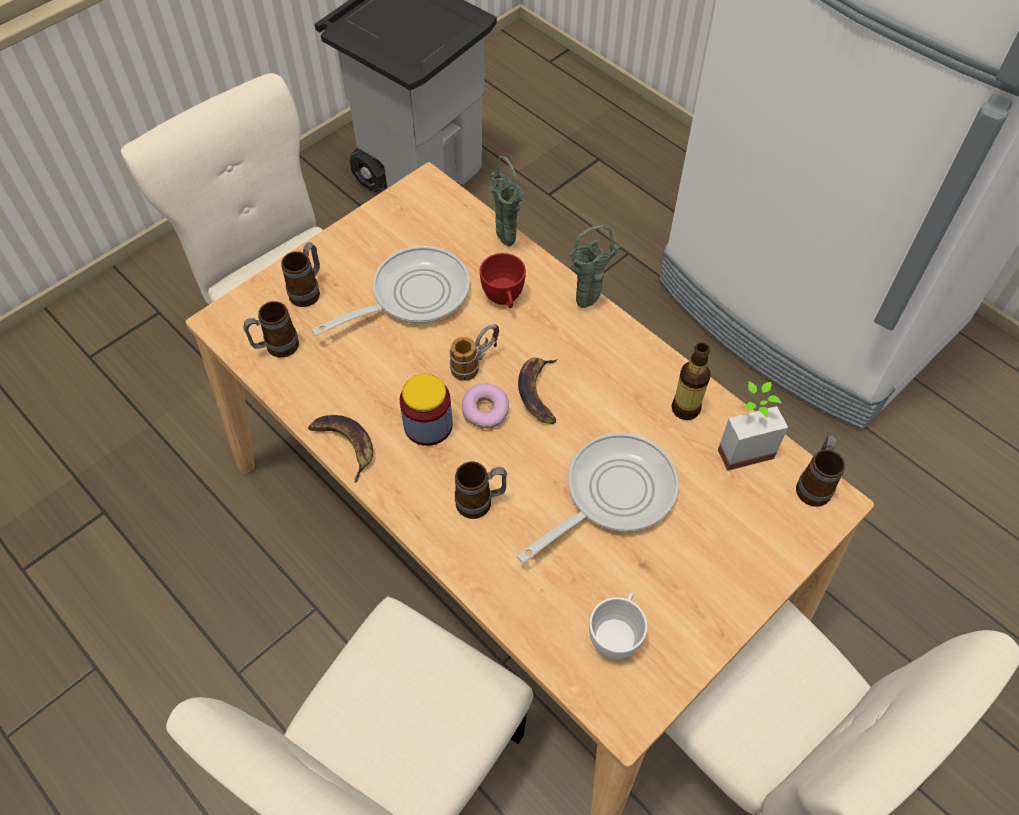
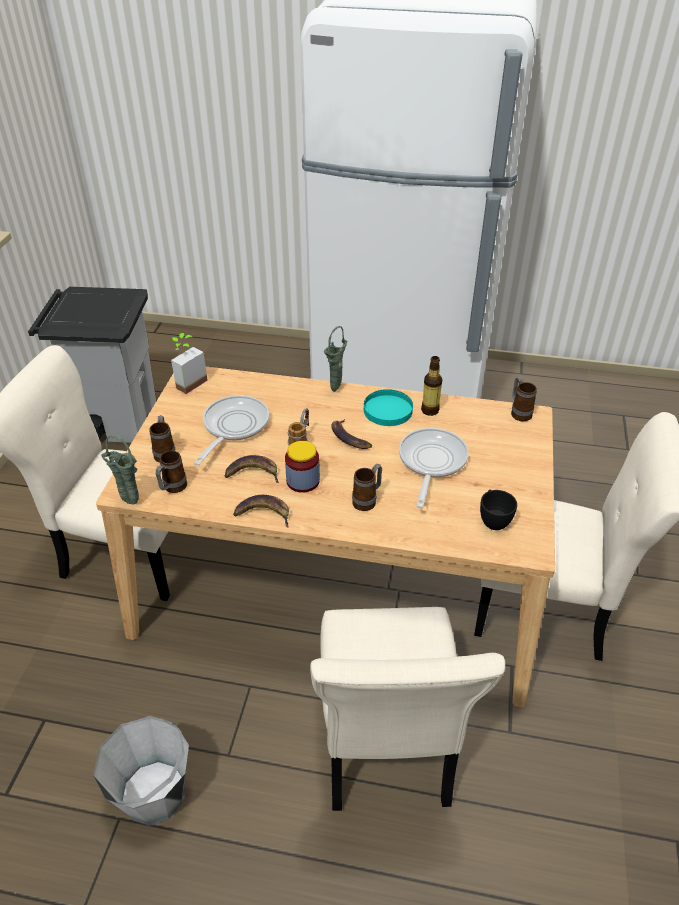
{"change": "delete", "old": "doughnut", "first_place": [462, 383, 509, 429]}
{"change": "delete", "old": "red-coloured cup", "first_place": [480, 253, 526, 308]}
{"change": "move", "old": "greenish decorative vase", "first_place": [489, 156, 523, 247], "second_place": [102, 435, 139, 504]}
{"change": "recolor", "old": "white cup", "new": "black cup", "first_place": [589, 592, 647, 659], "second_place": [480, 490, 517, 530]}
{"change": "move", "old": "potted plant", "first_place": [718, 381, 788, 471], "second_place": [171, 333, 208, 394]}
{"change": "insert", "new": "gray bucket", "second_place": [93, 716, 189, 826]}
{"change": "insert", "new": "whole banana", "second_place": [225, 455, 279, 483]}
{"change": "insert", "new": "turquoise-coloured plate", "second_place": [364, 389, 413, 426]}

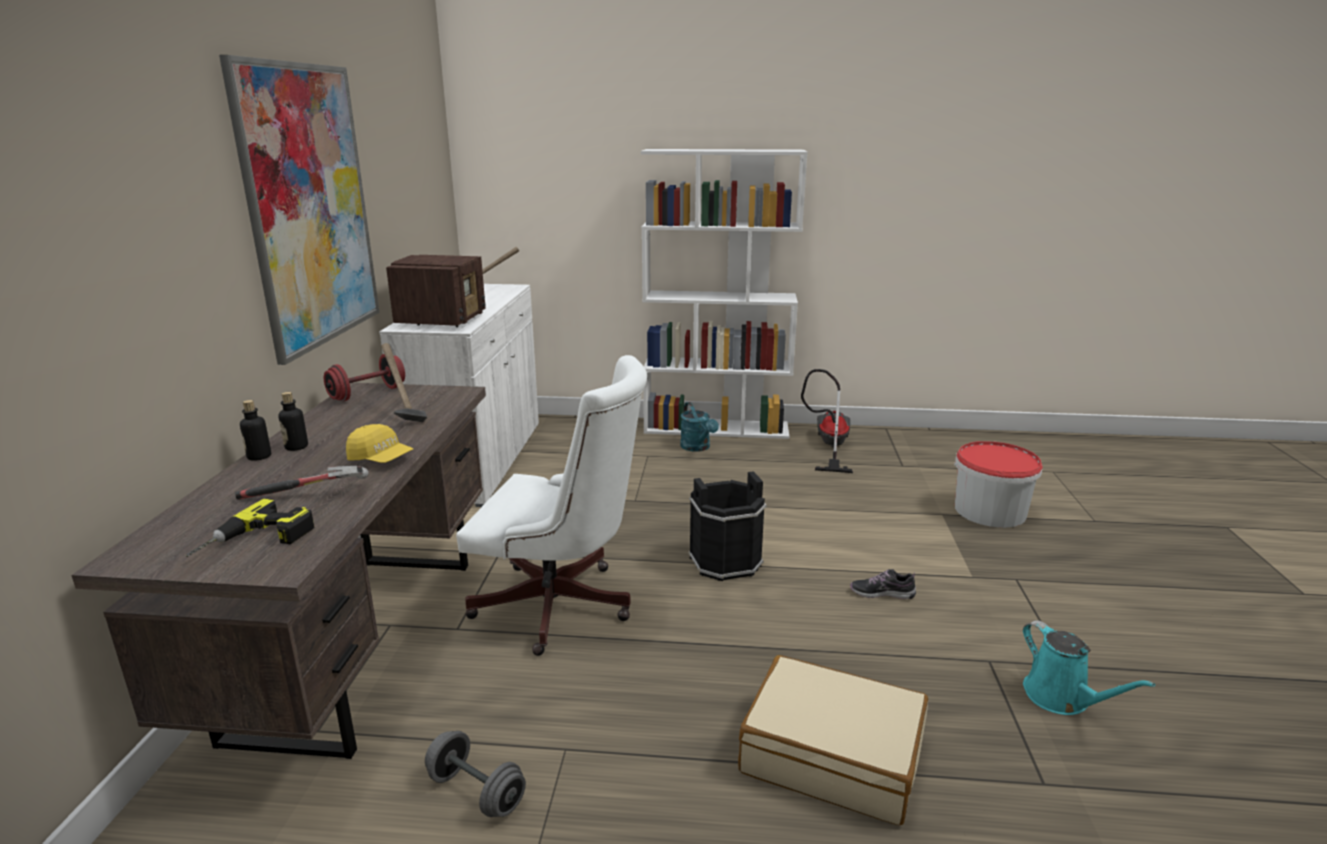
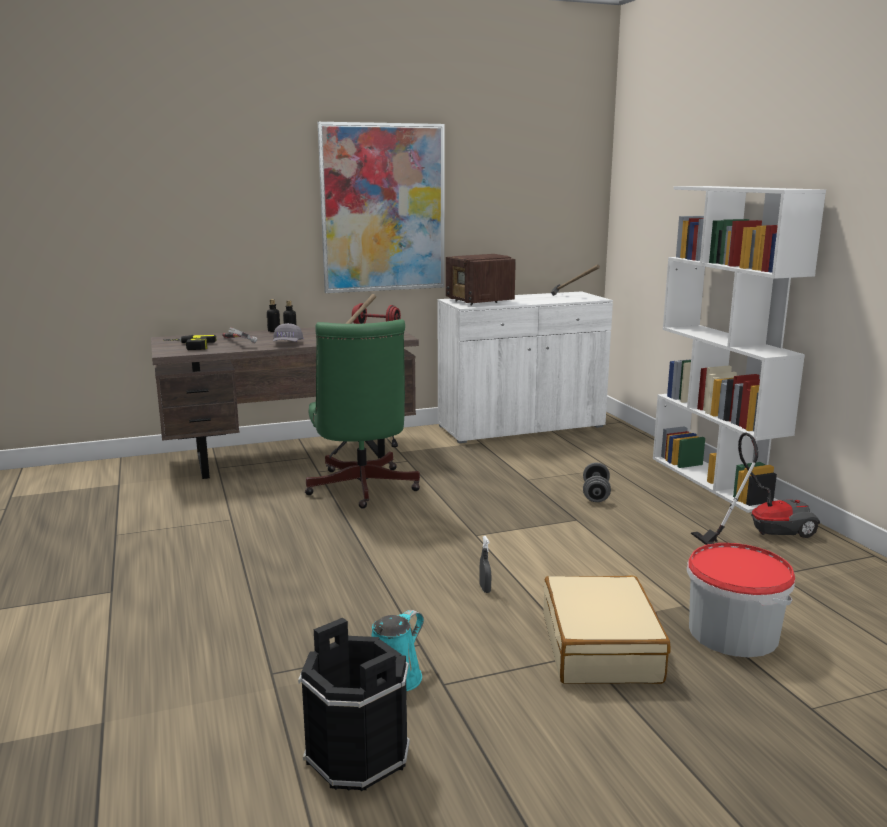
{"change": "recolor", "old": "yellow peaked cap", "new": "gray peaked cap", "first_place": [346, 424, 413, 463], "second_place": [273, 323, 303, 342]}
{"change": "rotate", "old": "radio set", "first_place": [386, 255, 486, 327], "second_place": [446, 254, 516, 306], "degrees": 75}
{"change": "move", "old": "gray dumbbell", "first_place": [425, 731, 526, 817], "second_place": [583, 463, 611, 502]}
{"change": "recolor", "old": "white office chair", "new": "greenish office chair", "first_place": [456, 355, 647, 656], "second_place": [305, 319, 420, 509]}
{"change": "delete", "old": "turquoise-coloured watering can", "first_place": [680, 402, 719, 452]}
{"change": "move", "old": "black bucket", "first_place": [689, 471, 766, 581], "second_place": [298, 618, 410, 791]}
{"change": "move", "old": "beige-coloured suitcase", "first_place": [738, 655, 928, 825], "second_place": [543, 575, 670, 684]}
{"change": "replace", "old": "low shoe", "new": "gray spray bottle", "first_place": [850, 569, 916, 599], "second_place": [479, 536, 491, 593]}

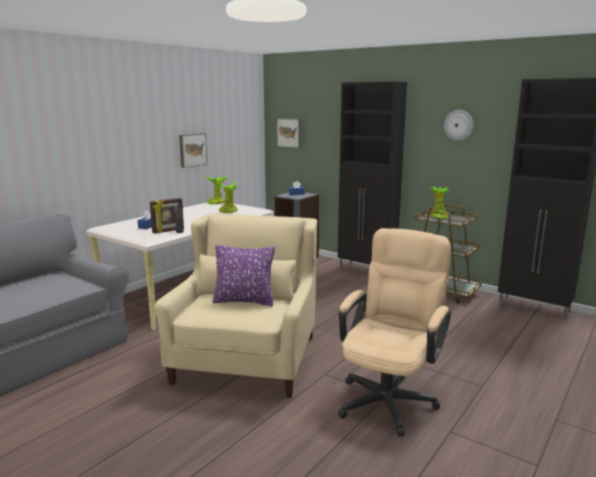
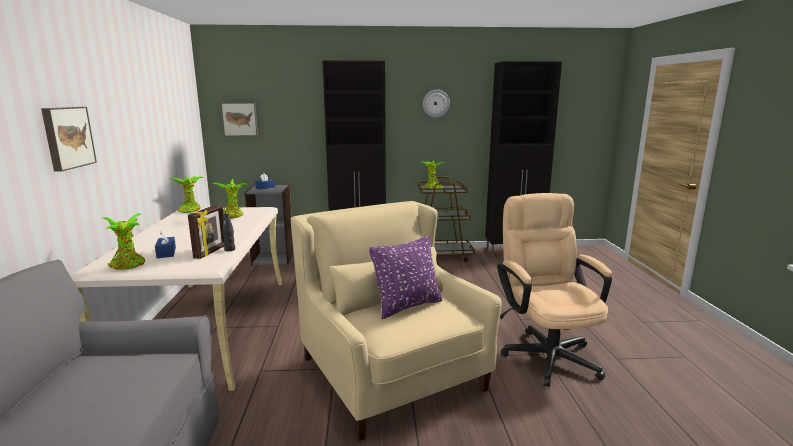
{"change": "move", "old": "wall picture", "first_place": [179, 133, 207, 168], "second_place": [41, 107, 97, 172]}
{"change": "insert", "new": "potted plant", "second_place": [102, 213, 145, 270]}

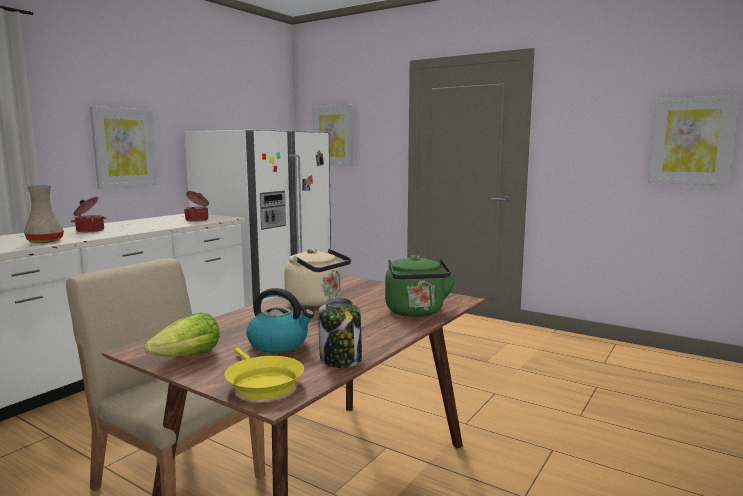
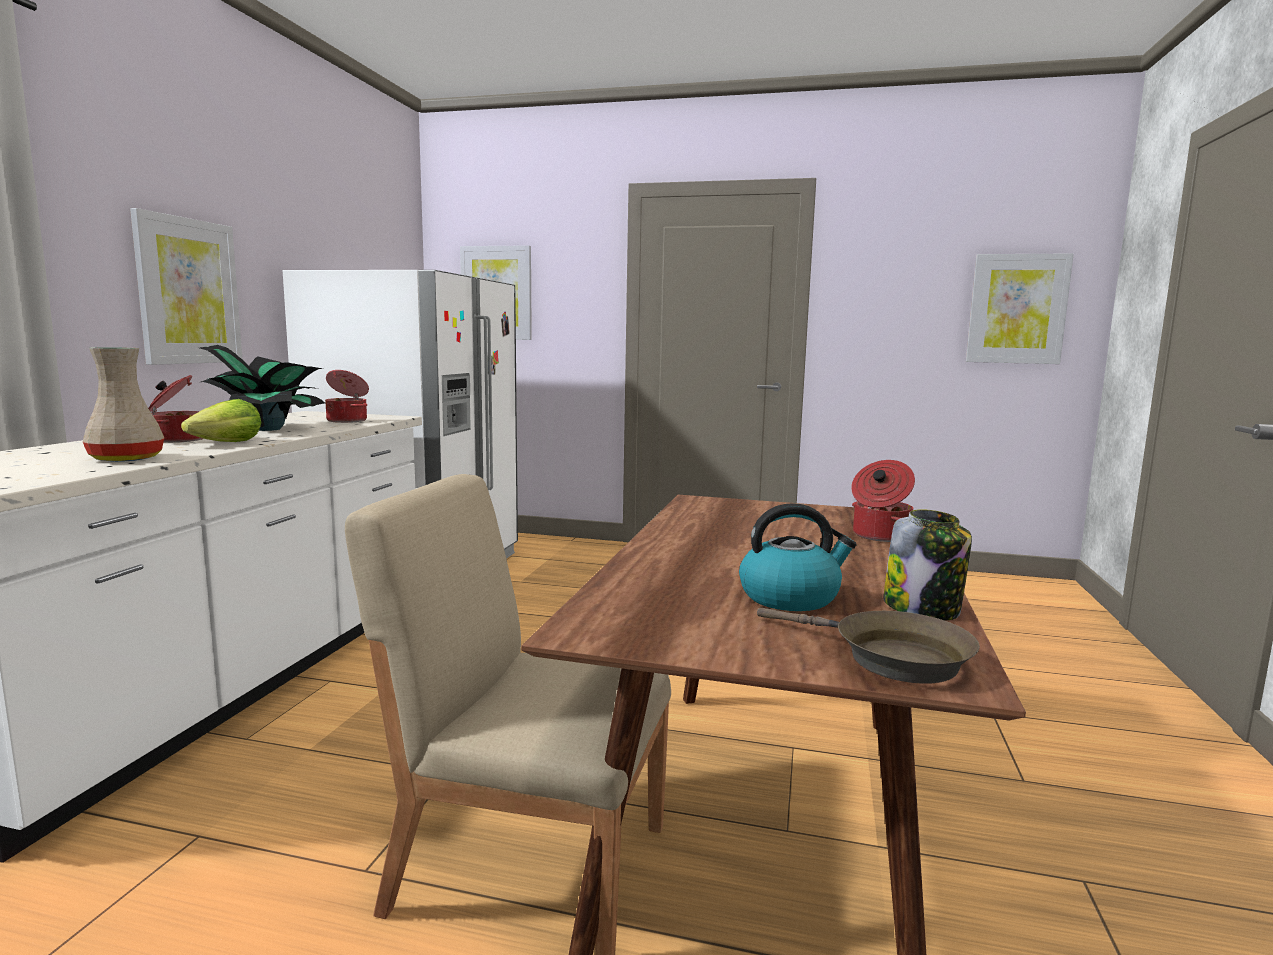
{"change": "move", "old": "lettuce", "first_place": [144, 312, 220, 357], "second_place": [181, 399, 261, 442]}
{"change": "recolor", "old": "yellow pan", "new": "brown pan", "first_place": [225, 348, 304, 399], "second_place": [757, 608, 980, 684]}
{"change": "delete", "old": "beige-coloured water kettle", "first_place": [284, 249, 351, 307]}
{"change": "replace", "old": "greenish water kettle", "new": "cooking pot", "first_place": [385, 255, 456, 317], "second_place": [851, 460, 915, 542]}
{"change": "insert", "new": "potted plant", "second_place": [200, 345, 325, 431]}

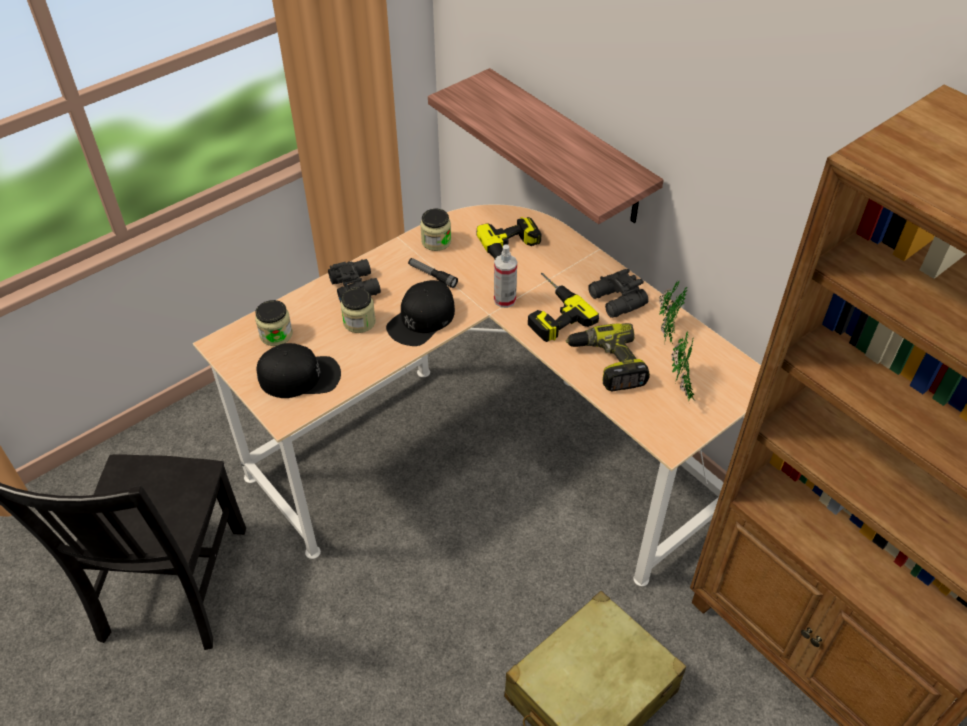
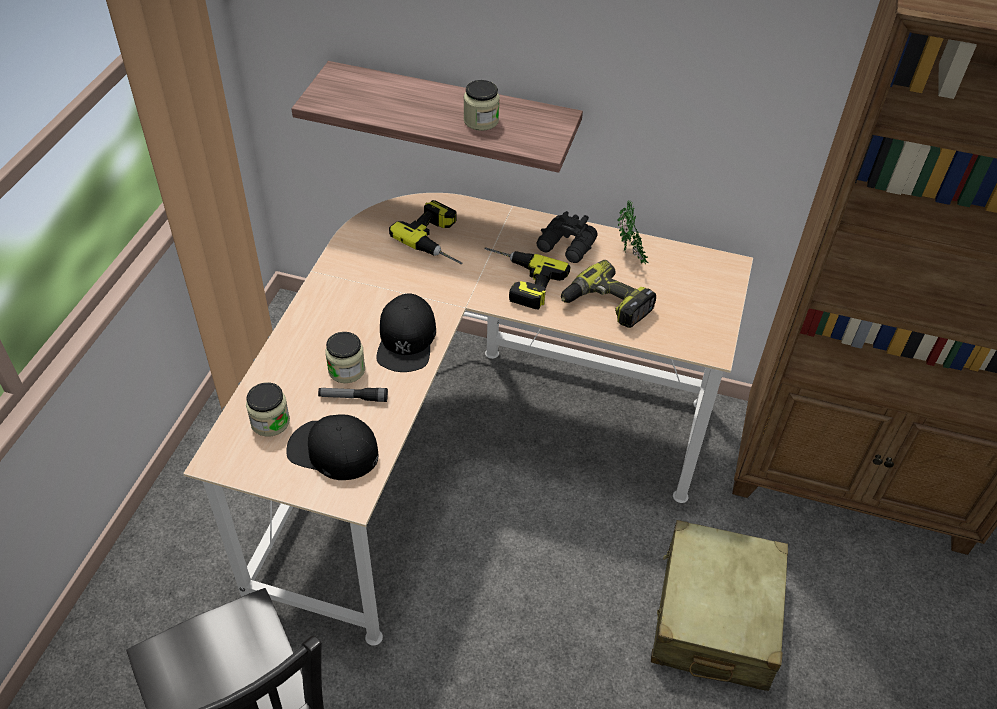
{"change": "rotate", "old": "black peaked cap", "first_place": [257, 343, 341, 398], "second_place": [286, 414, 379, 480], "degrees": -120}
{"change": "delete", "old": "black field glasses", "first_place": [328, 259, 381, 303]}
{"change": "move", "old": "flashlight", "first_place": [408, 258, 458, 288], "second_place": [318, 388, 388, 402]}
{"change": "move", "old": "storage jar", "first_place": [420, 209, 451, 251], "second_place": [464, 80, 500, 131]}
{"change": "delete", "old": "spray bottle", "first_place": [494, 244, 517, 308]}
{"change": "delete", "old": "potted plant", "first_place": [671, 331, 695, 404]}

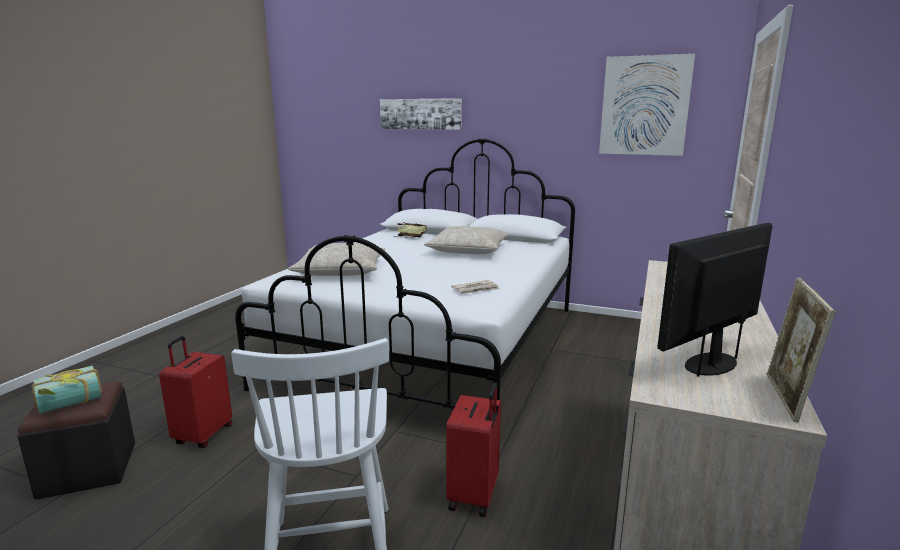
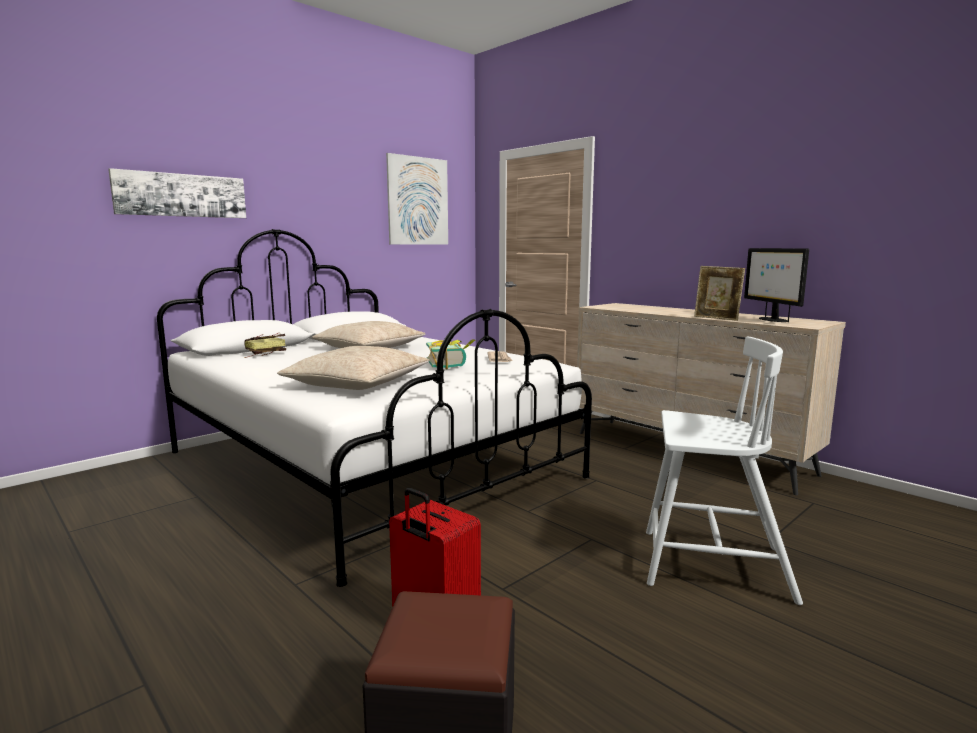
{"change": "move", "old": "book", "first_place": [31, 366, 102, 413], "second_place": [426, 339, 475, 370]}
{"change": "delete", "old": "red-coloured suitcase", "first_place": [446, 383, 501, 517]}
{"change": "move", "old": "picture frame", "first_place": [767, 278, 836, 422], "second_place": [694, 266, 745, 321]}

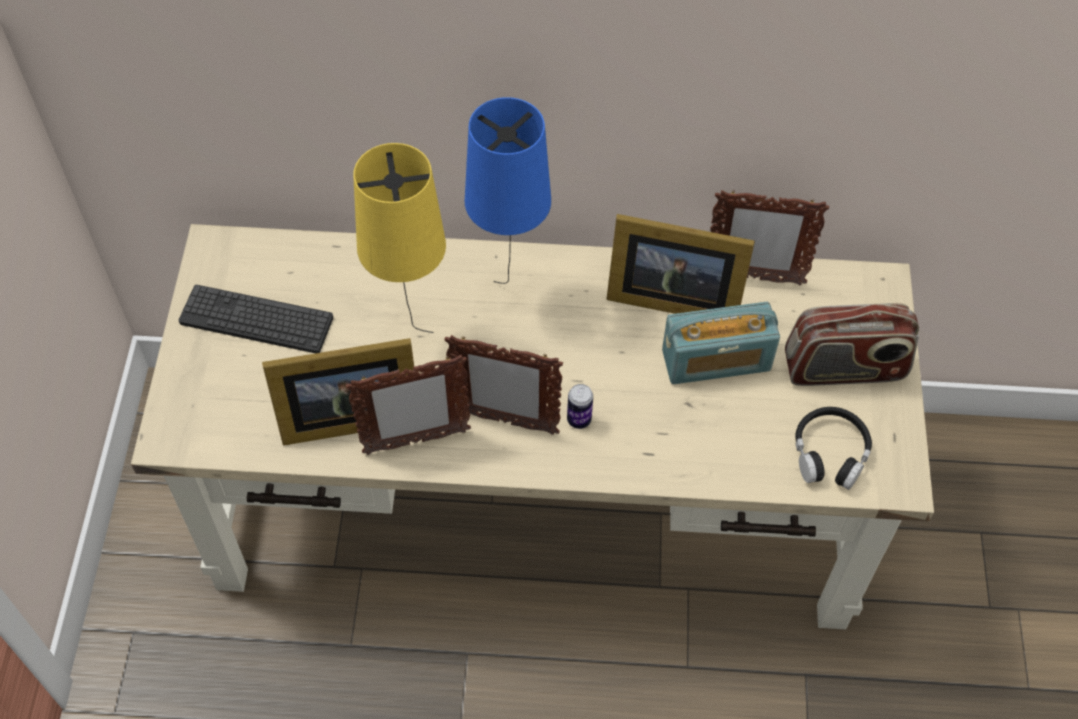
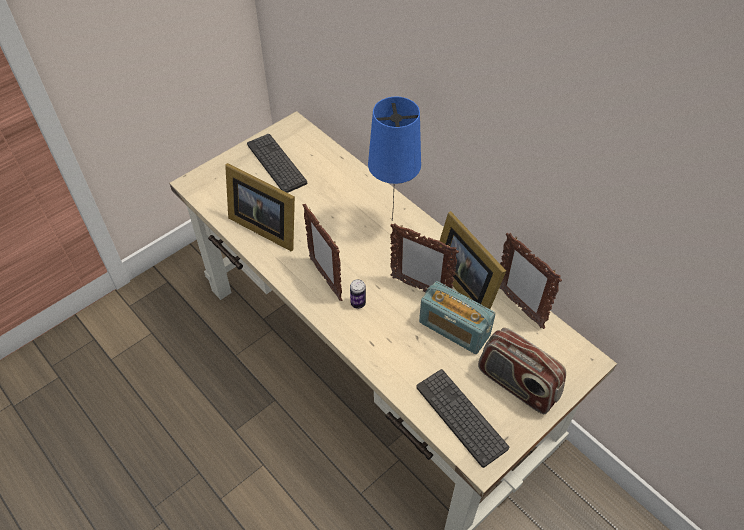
{"change": "move", "old": "picture frame", "first_place": [345, 355, 471, 455], "second_place": [390, 223, 459, 292]}
{"change": "delete", "old": "yellow table lamp", "first_place": [353, 143, 446, 333]}
{"change": "replace", "old": "black pair of headphones", "new": "keyboard", "first_place": [795, 407, 872, 490], "second_place": [416, 369, 509, 468]}

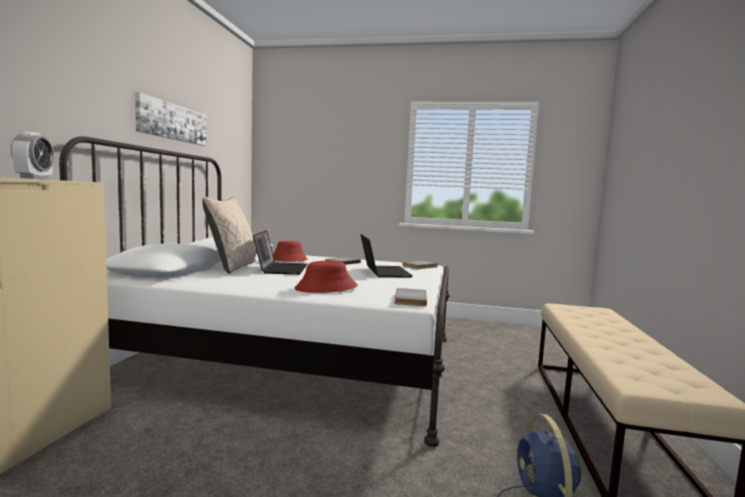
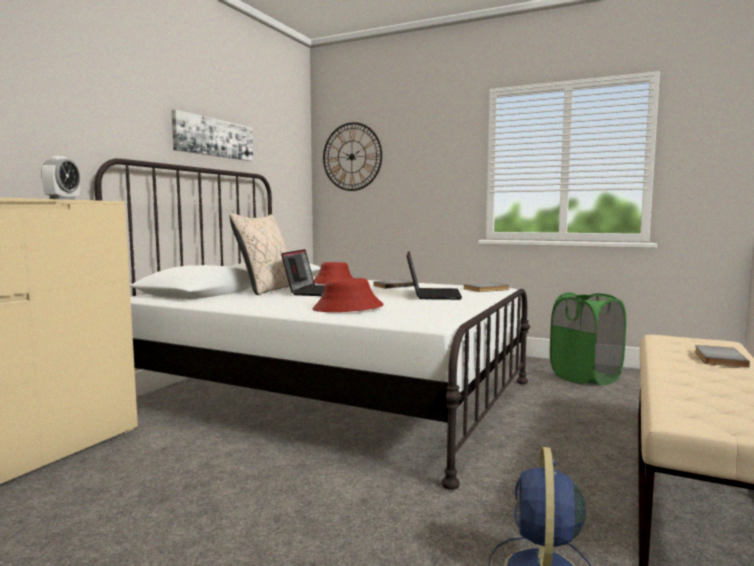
{"change": "move", "old": "gray book", "first_place": [394, 288, 427, 306], "second_place": [695, 345, 750, 368]}
{"change": "insert", "new": "hanging clock", "second_place": [323, 122, 382, 191]}
{"change": "insert", "new": "greenish hamper", "second_place": [550, 292, 626, 385]}

